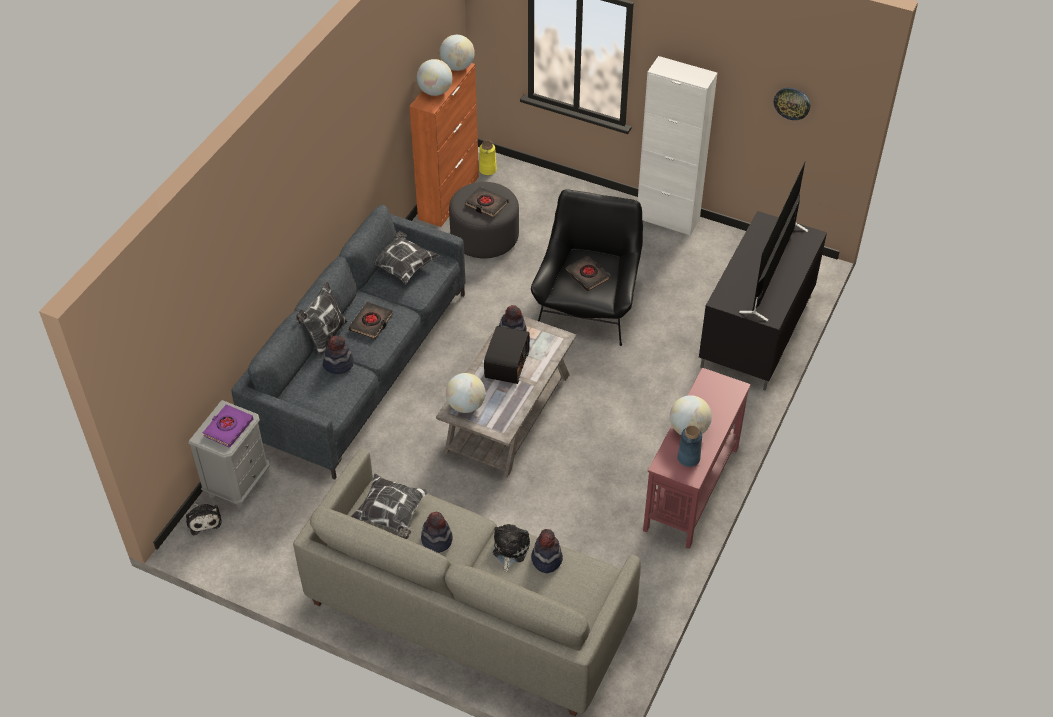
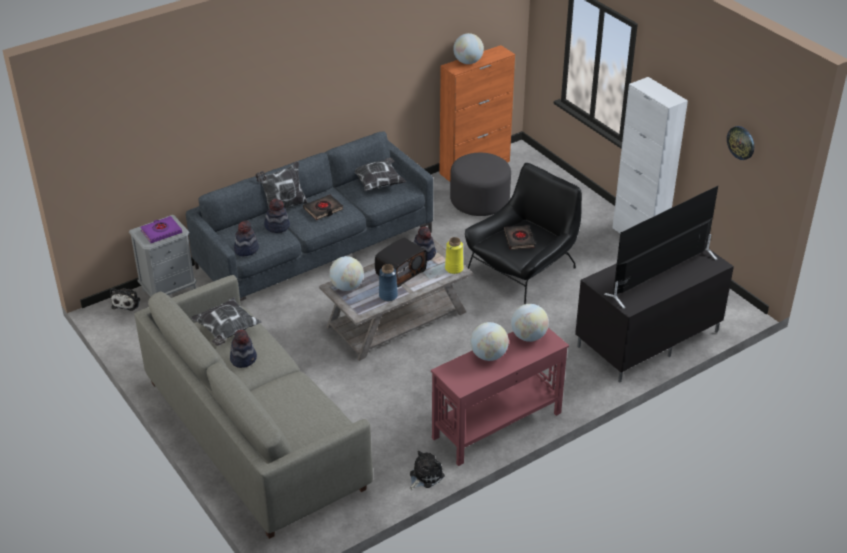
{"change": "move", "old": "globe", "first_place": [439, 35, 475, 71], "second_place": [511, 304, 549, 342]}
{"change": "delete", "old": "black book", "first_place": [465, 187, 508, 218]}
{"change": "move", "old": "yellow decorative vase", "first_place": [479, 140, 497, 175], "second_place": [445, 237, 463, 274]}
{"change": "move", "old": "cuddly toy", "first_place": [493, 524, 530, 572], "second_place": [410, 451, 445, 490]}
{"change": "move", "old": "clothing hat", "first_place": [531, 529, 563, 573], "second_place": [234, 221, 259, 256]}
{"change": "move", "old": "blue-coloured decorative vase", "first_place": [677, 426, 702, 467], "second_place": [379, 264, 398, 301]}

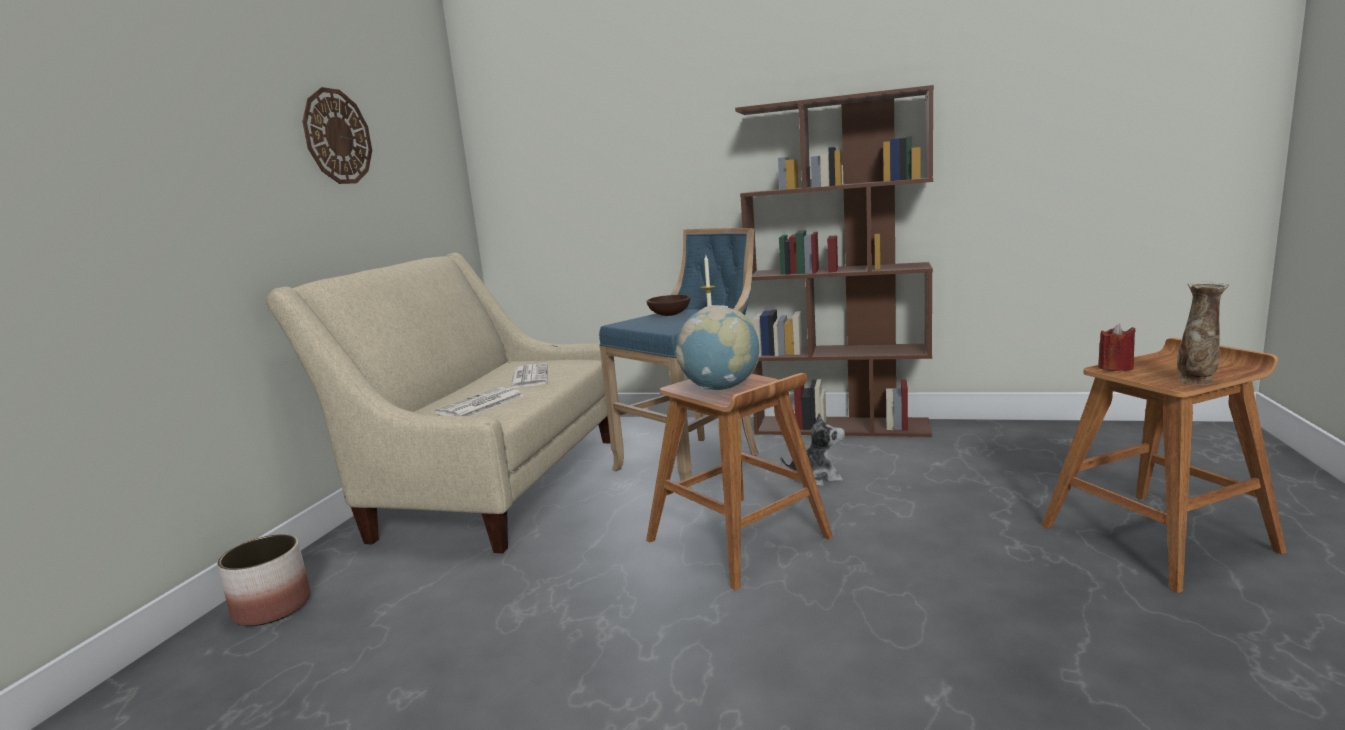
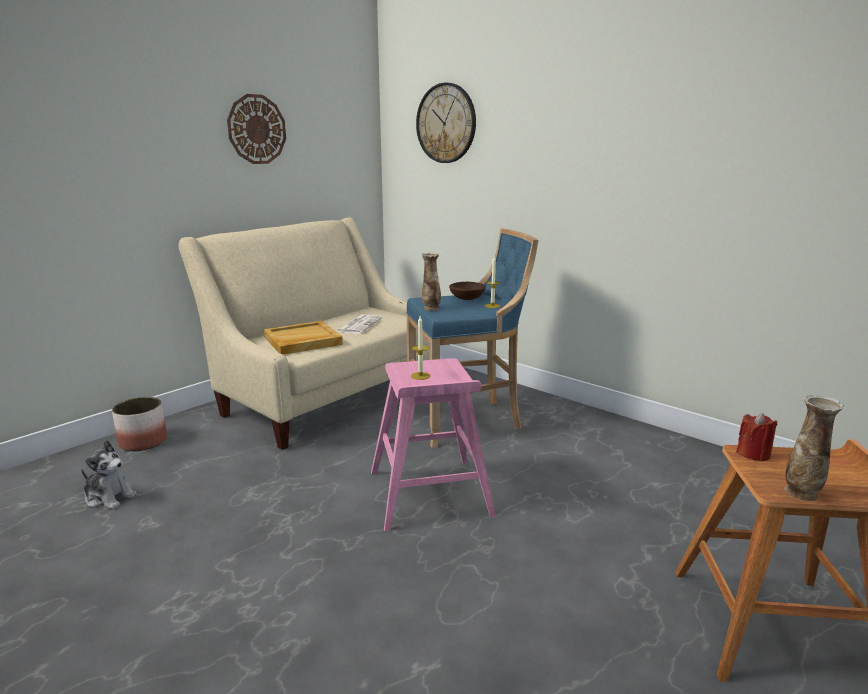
{"change": "replace", "old": "printed paper", "new": "beige-coloured serving tray", "first_place": [435, 387, 524, 416], "second_place": [263, 321, 343, 355]}
{"change": "recolor", "old": "brown stool", "new": "pink stool", "first_place": [646, 373, 833, 591], "second_place": [371, 358, 496, 532]}
{"change": "replace", "old": "globe", "new": "wax light", "first_place": [675, 305, 759, 390], "second_place": [411, 316, 430, 380]}
{"change": "delete", "old": "brown bookcase", "first_place": [735, 85, 934, 437]}
{"change": "move", "old": "cuddly toy", "first_place": [780, 413, 845, 486], "second_place": [81, 440, 137, 509]}
{"change": "insert", "new": "hanging clock", "second_place": [416, 83, 476, 163]}
{"change": "insert", "new": "decorative vase", "second_place": [421, 252, 441, 311]}

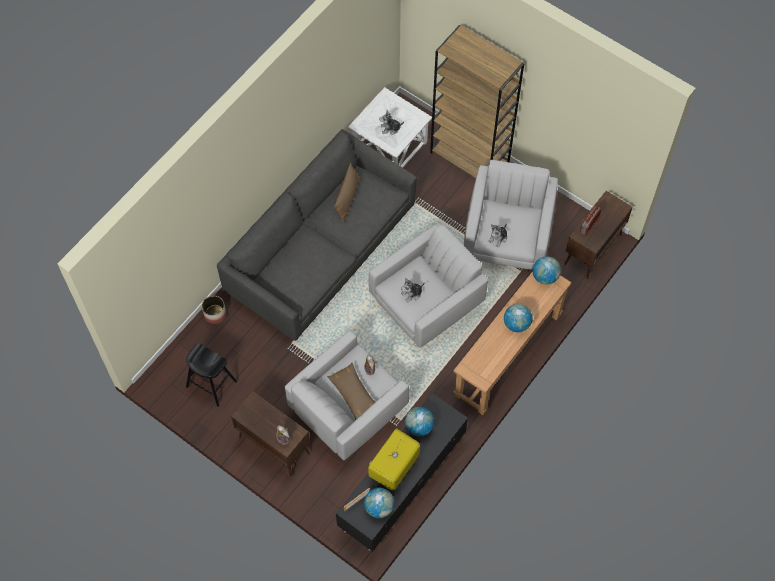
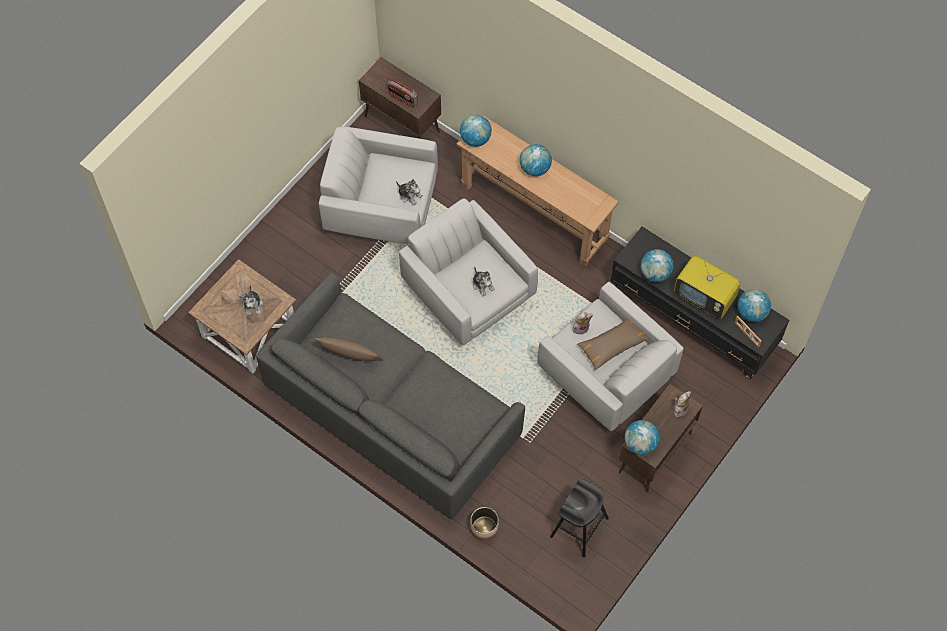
{"change": "recolor", "old": "white end table", "new": "brown end table", "first_place": [348, 87, 432, 168], "second_place": [188, 259, 296, 374]}
{"change": "delete", "old": "brown bookcase", "first_place": [430, 25, 524, 178]}
{"change": "insert", "new": "globe", "second_place": [625, 420, 659, 455]}

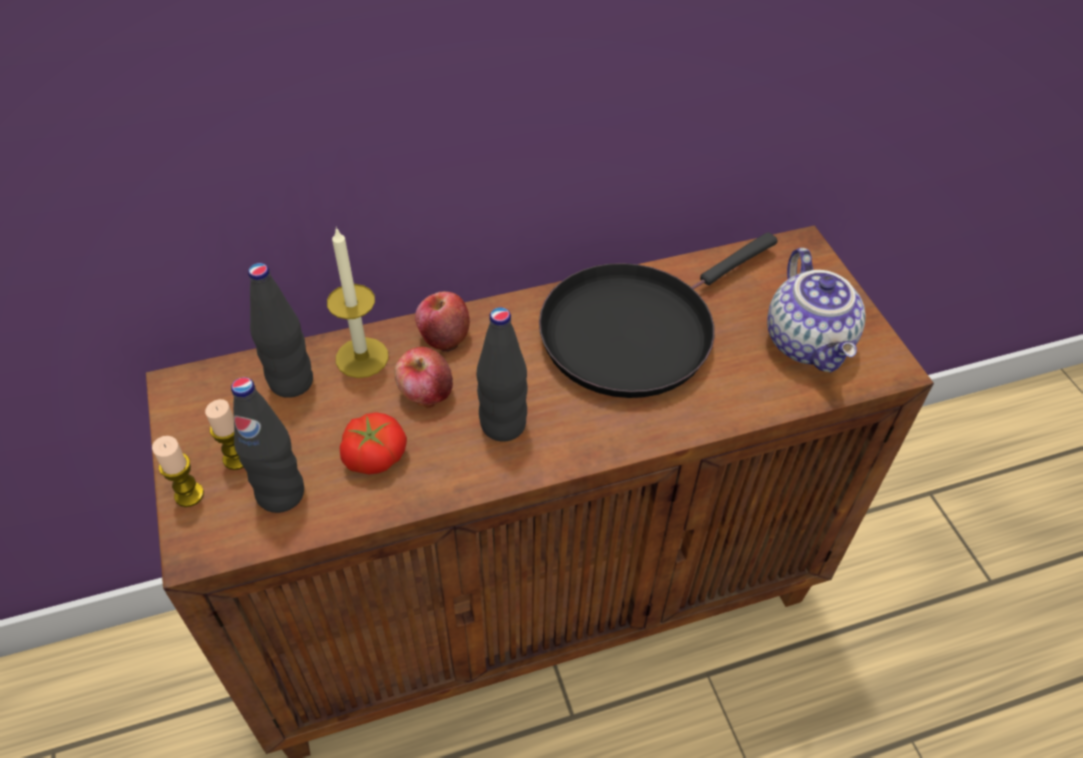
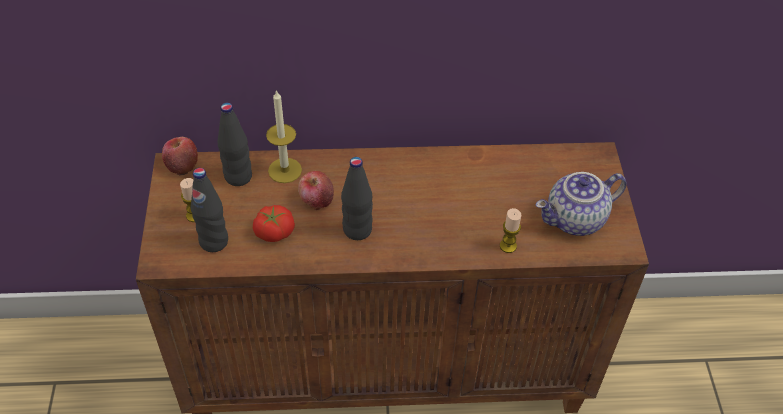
{"change": "move", "old": "wax light", "first_place": [152, 436, 204, 507], "second_place": [500, 208, 521, 253]}
{"change": "move", "old": "whole apple", "first_place": [415, 292, 470, 352], "second_place": [162, 137, 198, 176]}
{"change": "delete", "old": "black pan", "first_place": [539, 232, 778, 398]}
{"change": "rotate", "old": "tea pot", "first_place": [767, 248, 866, 372], "second_place": [536, 172, 627, 236], "degrees": 60}

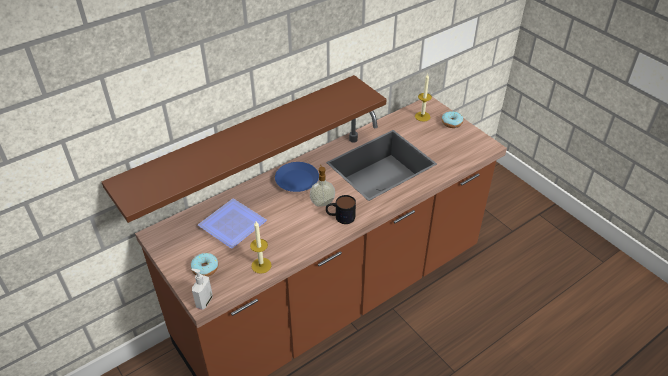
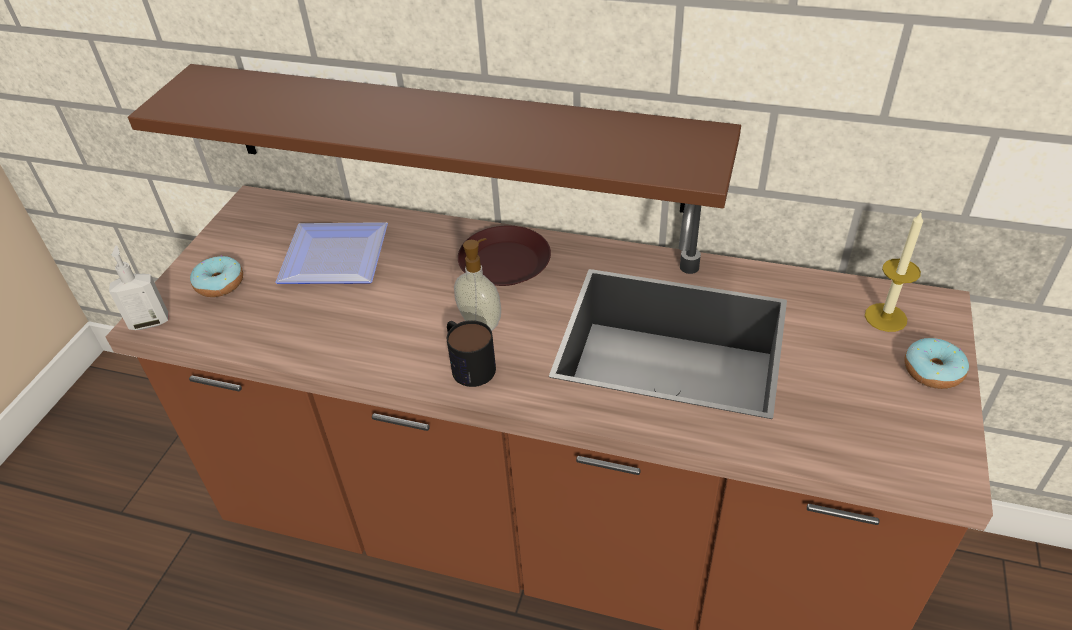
{"change": "delete", "old": "wax light", "first_place": [250, 221, 272, 274]}
{"change": "recolor", "old": "blue-coloured plate", "new": "brown plate", "first_place": [275, 162, 319, 192], "second_place": [458, 226, 551, 286]}

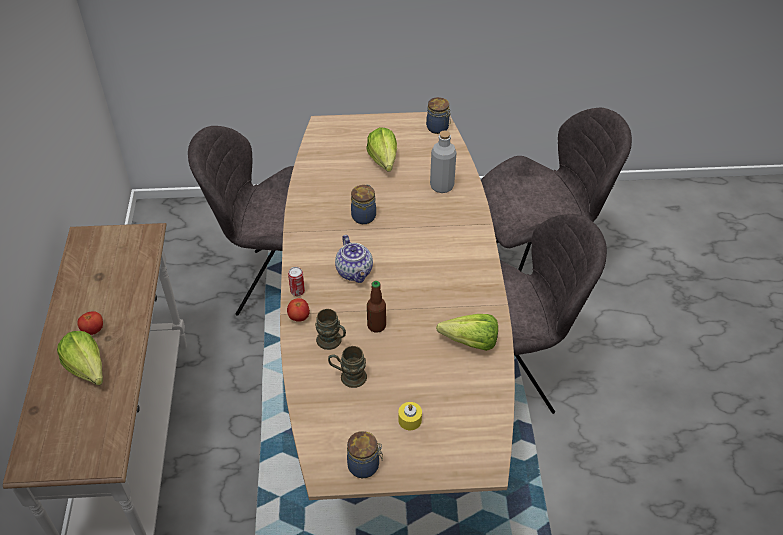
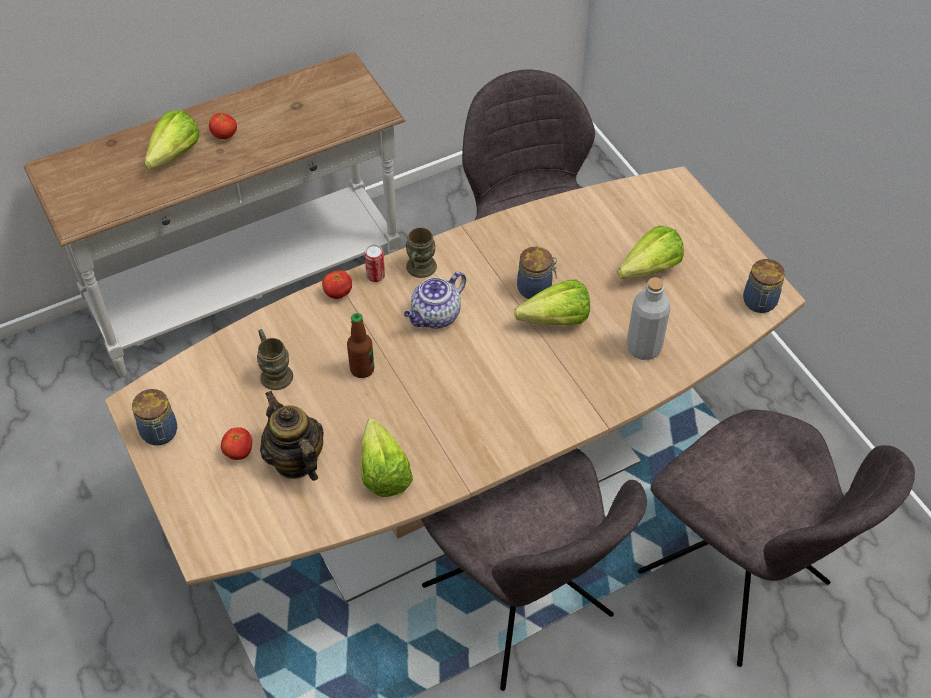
{"change": "move", "old": "brown coffee mug", "first_place": [315, 309, 346, 350], "second_place": [406, 227, 437, 278]}
{"change": "replace", "old": "yellow wax light", "new": "tomato", "first_place": [398, 402, 422, 430], "second_place": [221, 427, 252, 460]}
{"change": "insert", "new": "tea pot", "second_place": [260, 391, 324, 481]}
{"change": "insert", "new": "lettuce", "second_place": [514, 280, 590, 325]}

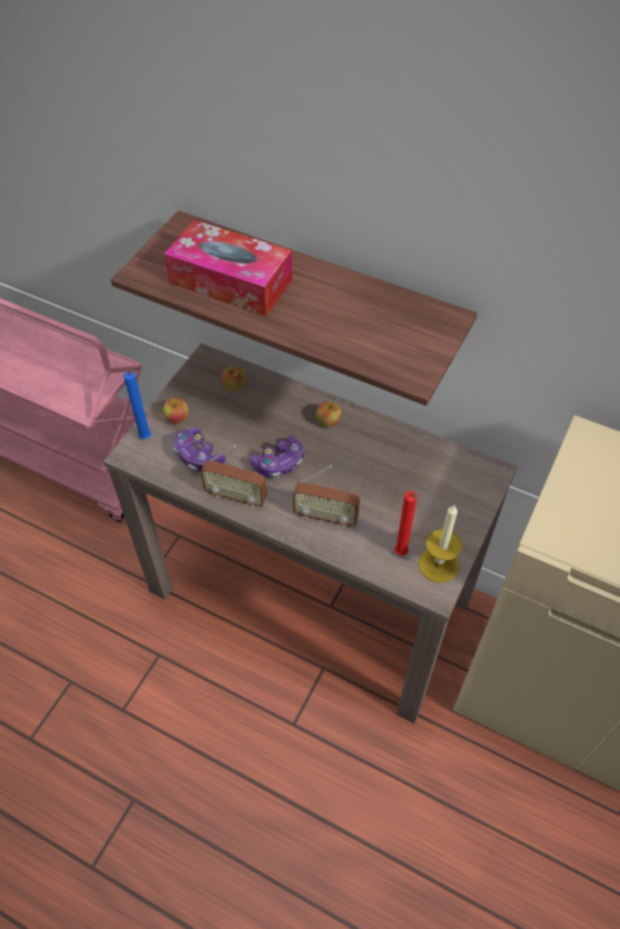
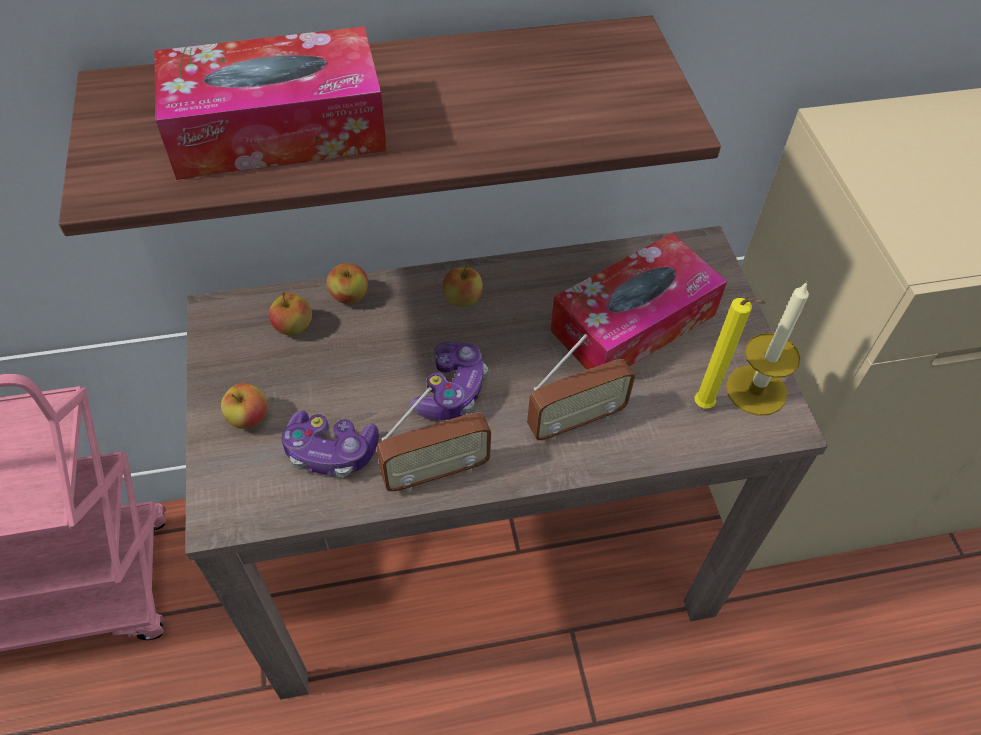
{"change": "delete", "old": "blue-coloured wax light", "first_place": [124, 367, 151, 439]}
{"change": "recolor", "old": "red-coloured wax light", "new": "yellow wax light", "first_place": [394, 491, 417, 556], "second_place": [694, 298, 766, 409]}
{"change": "insert", "new": "whole apple", "second_place": [327, 263, 368, 304]}
{"change": "insert", "new": "tissue box", "second_place": [550, 233, 727, 370]}

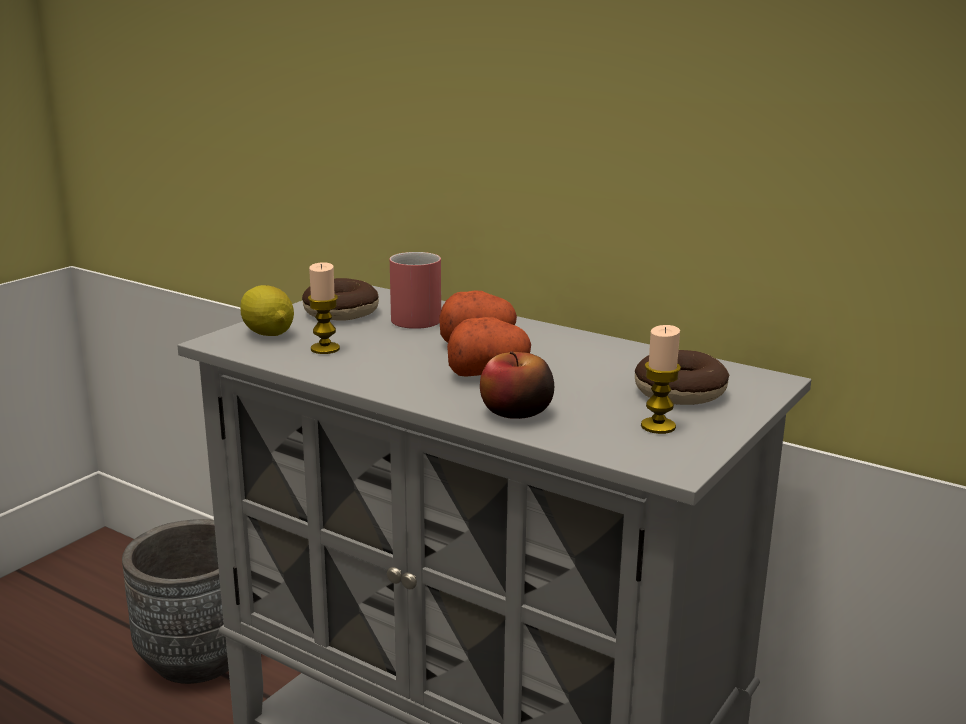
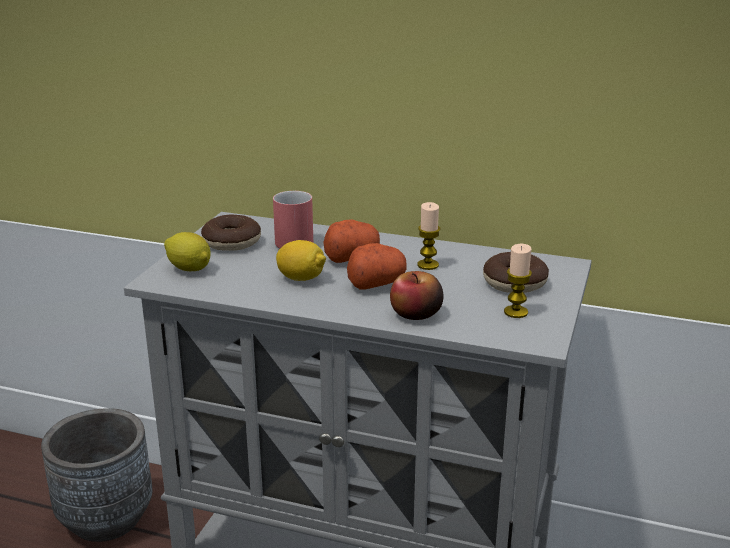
{"change": "move", "old": "wax light", "first_place": [308, 262, 340, 354], "second_place": [417, 202, 440, 270]}
{"change": "insert", "new": "citrus fruit", "second_place": [276, 240, 326, 281]}

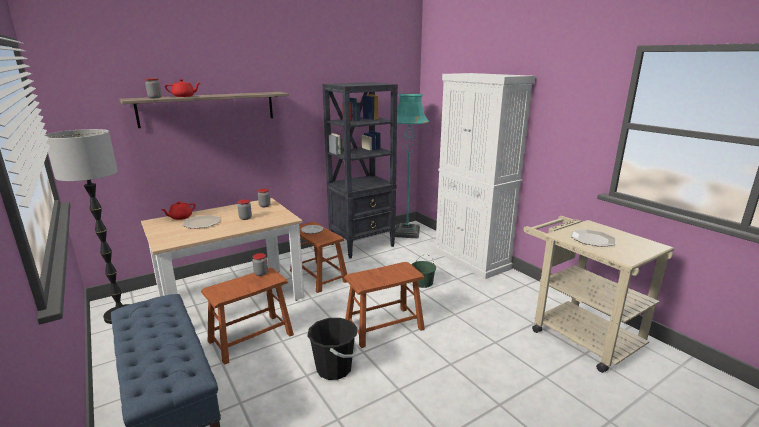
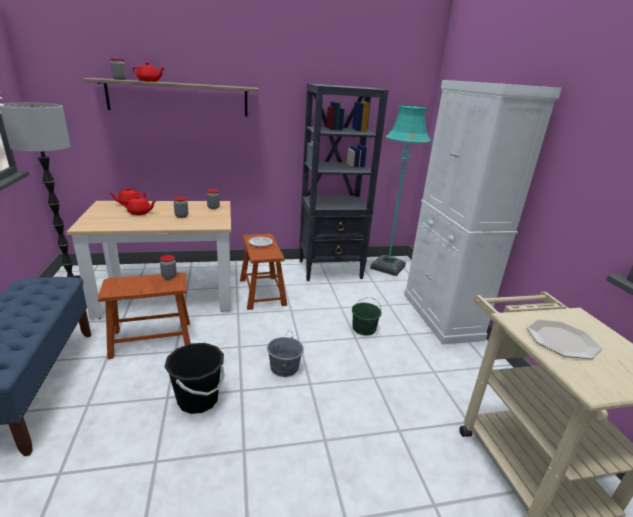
{"change": "replace", "old": "plate", "new": "red-coloured tea pot", "first_place": [183, 215, 220, 229], "second_place": [122, 196, 156, 215]}
{"change": "replace", "old": "brown stool", "new": "gray bucket", "first_place": [344, 262, 425, 348], "second_place": [267, 330, 304, 377]}

